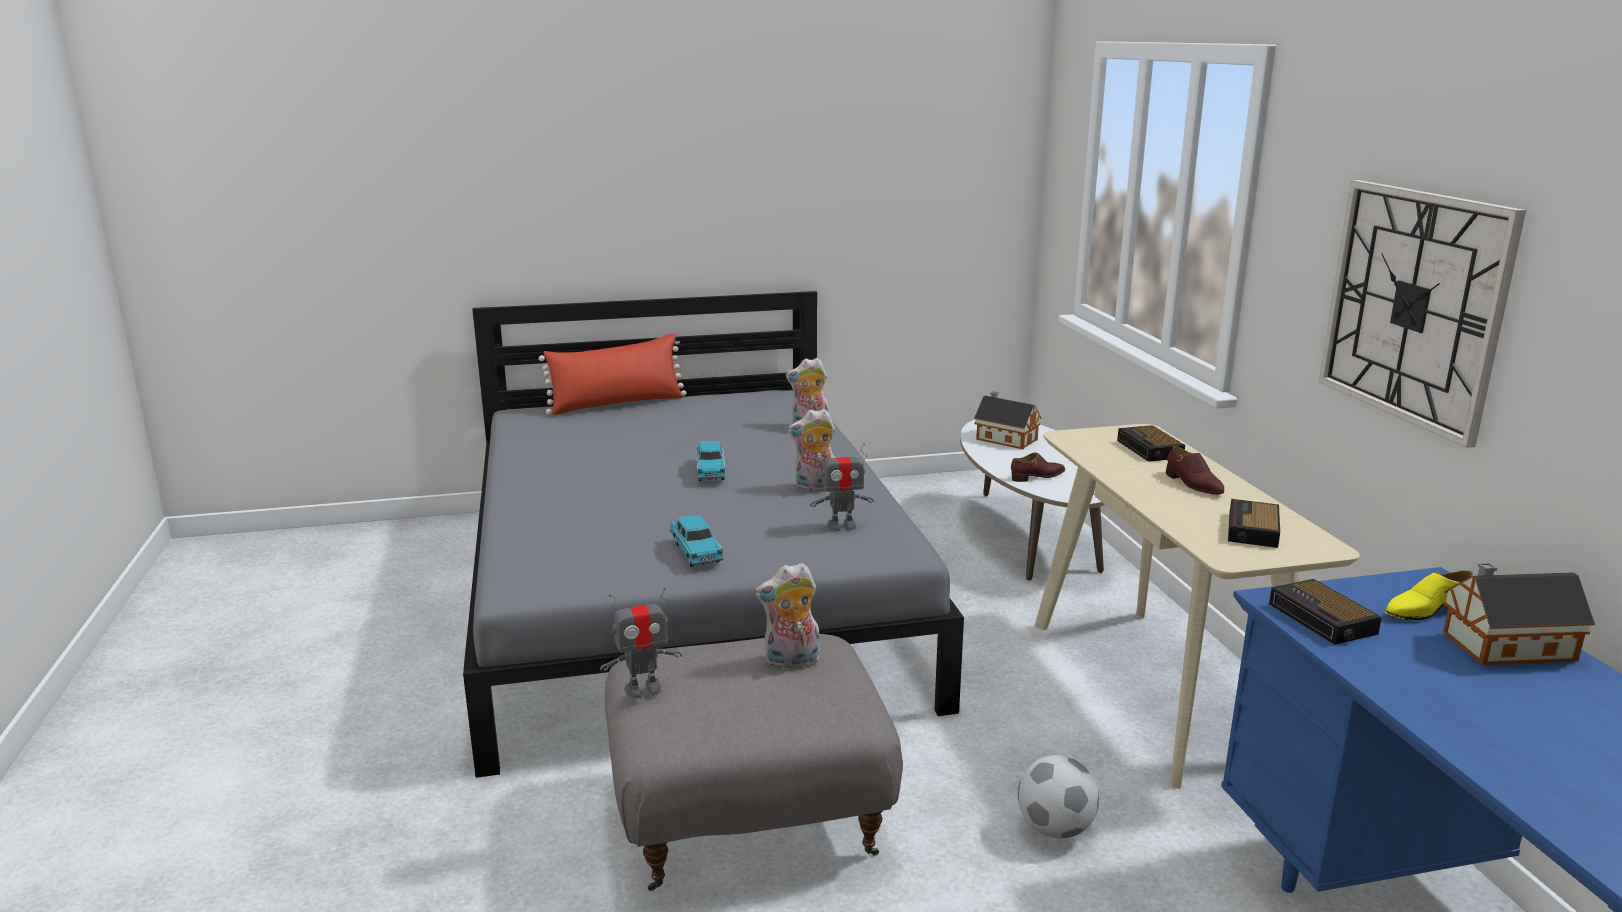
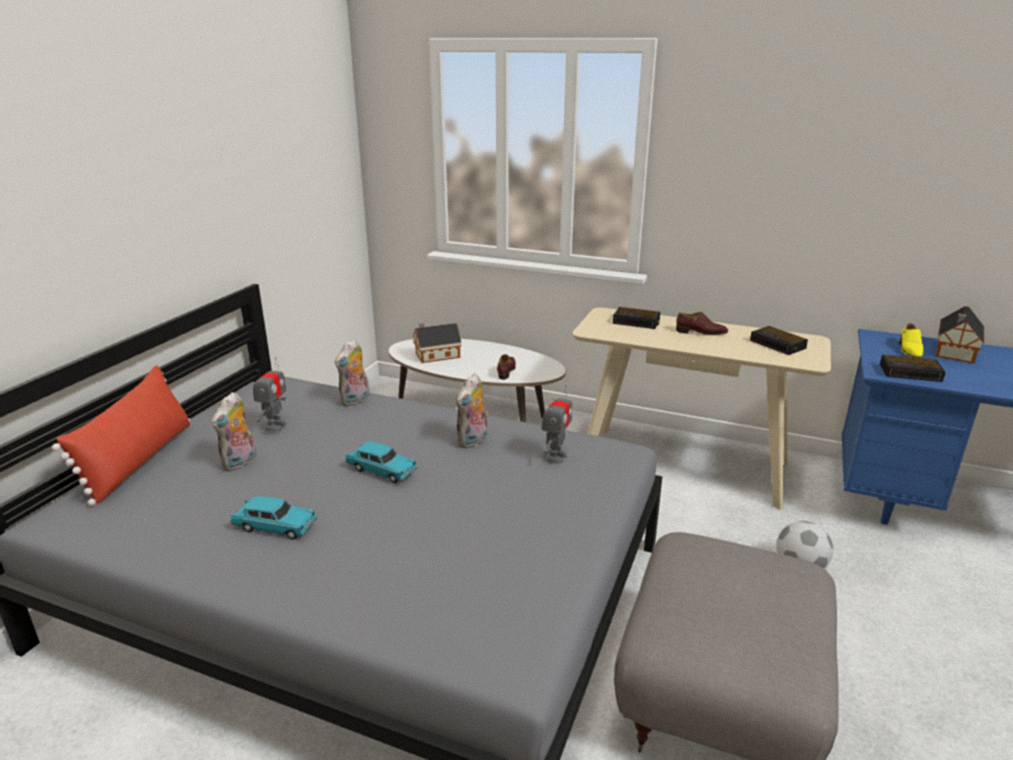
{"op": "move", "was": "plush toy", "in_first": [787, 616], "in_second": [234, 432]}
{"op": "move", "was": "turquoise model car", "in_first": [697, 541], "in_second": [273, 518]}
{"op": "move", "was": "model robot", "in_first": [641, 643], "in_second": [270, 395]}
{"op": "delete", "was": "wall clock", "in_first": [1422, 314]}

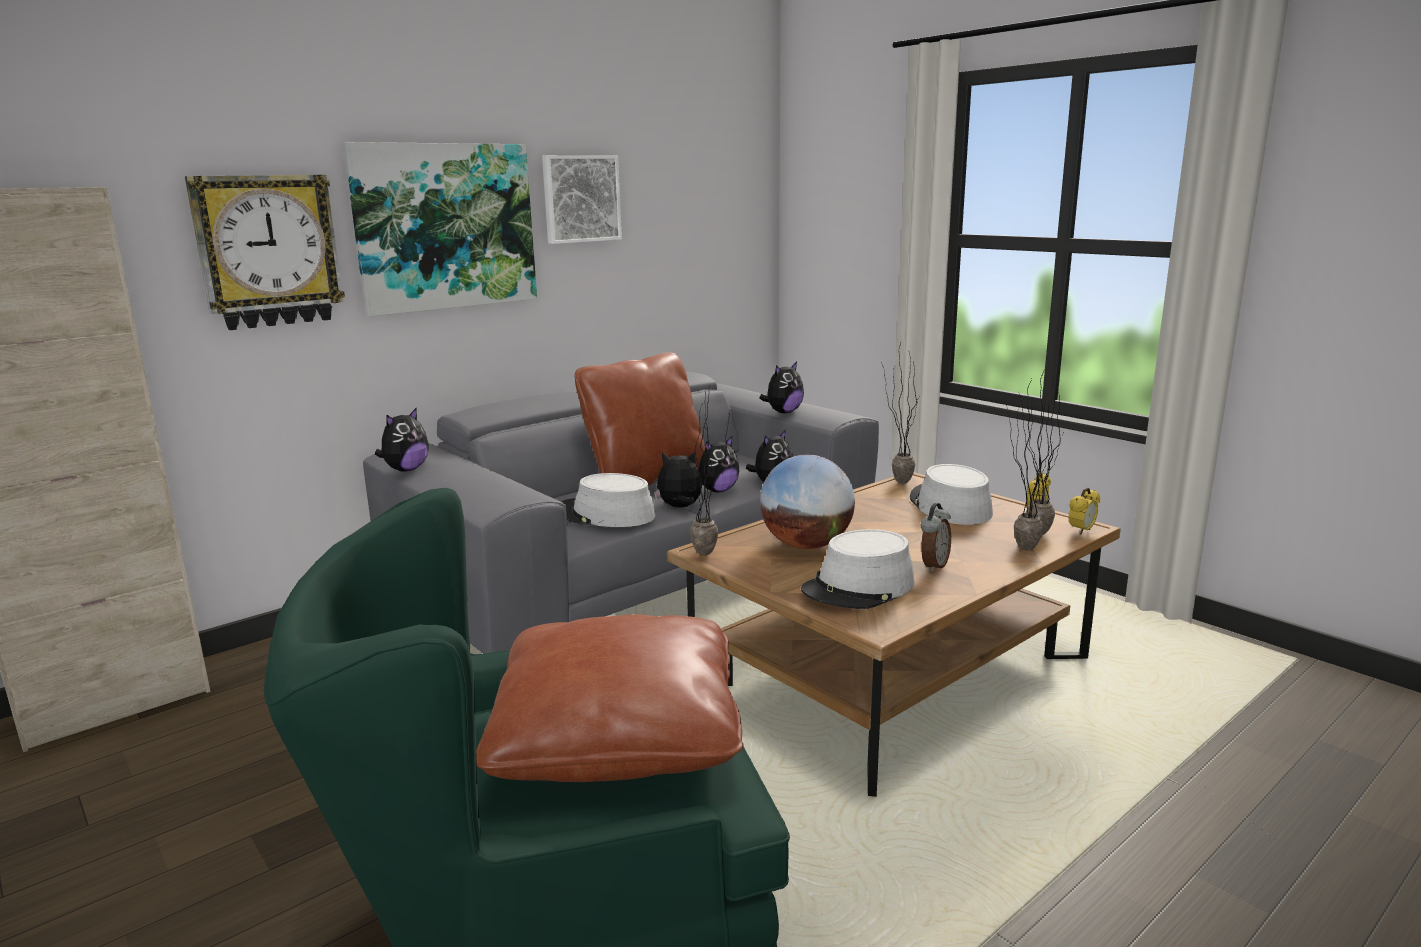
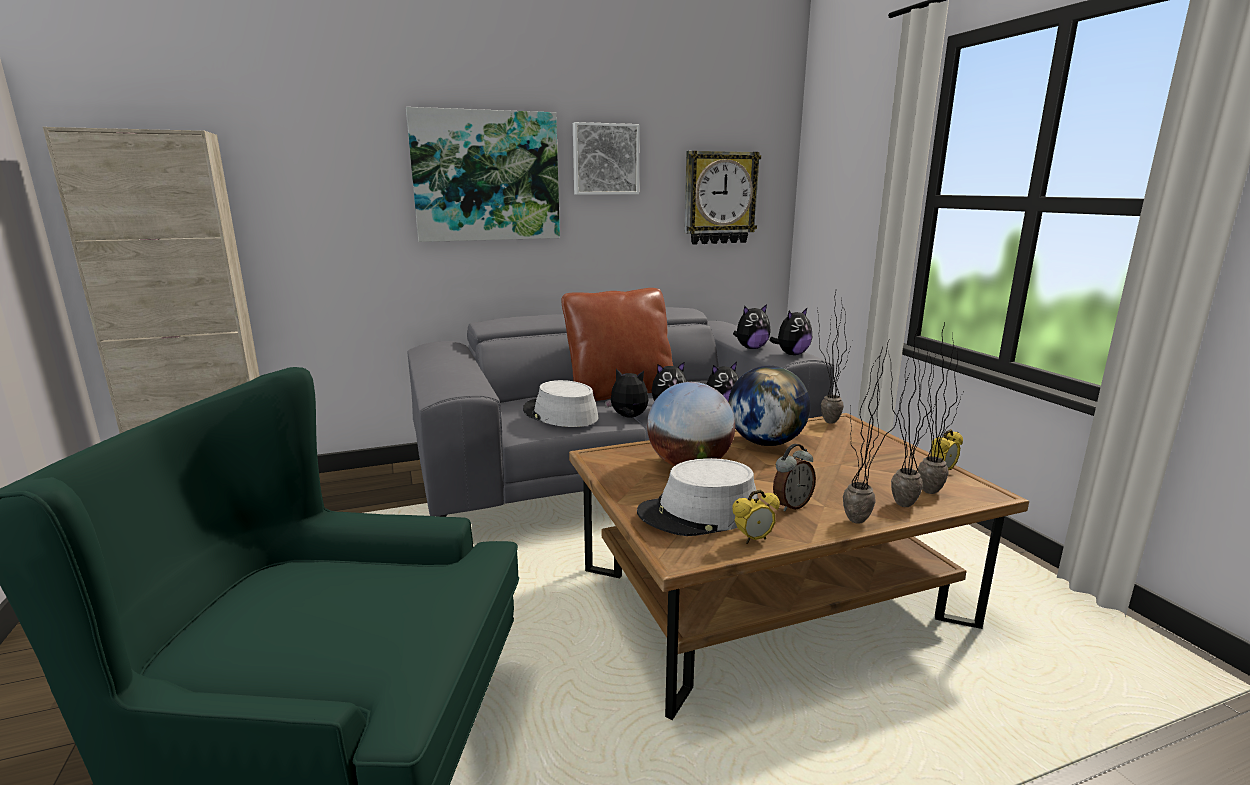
{"op": "move", "was": "wall clock", "in_first": [265, 252], "in_second": [722, 197]}
{"op": "insert", "now": "world globe", "in_second": [769, 406]}
{"op": "move", "was": "table clock", "in_first": [1084, 511], "in_second": [756, 517]}
{"op": "move", "was": "plush toy", "in_first": [402, 439], "in_second": [791, 331]}
{"op": "move", "was": "plant in a pot", "in_first": [707, 470], "in_second": [876, 431]}
{"op": "delete", "was": "brownish throw pillow", "in_first": [610, 698]}
{"op": "delete", "was": "grey hat", "in_first": [951, 494]}

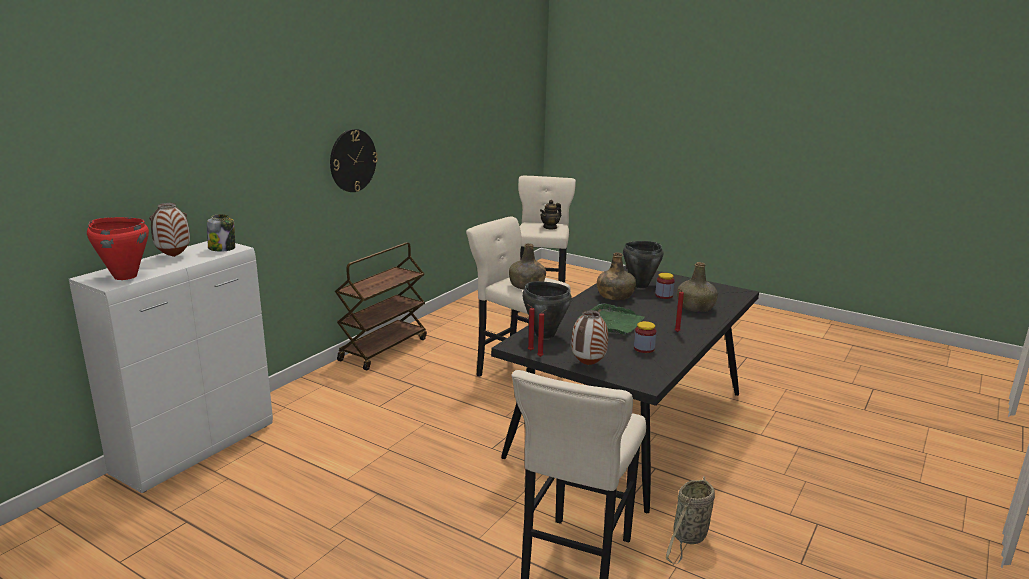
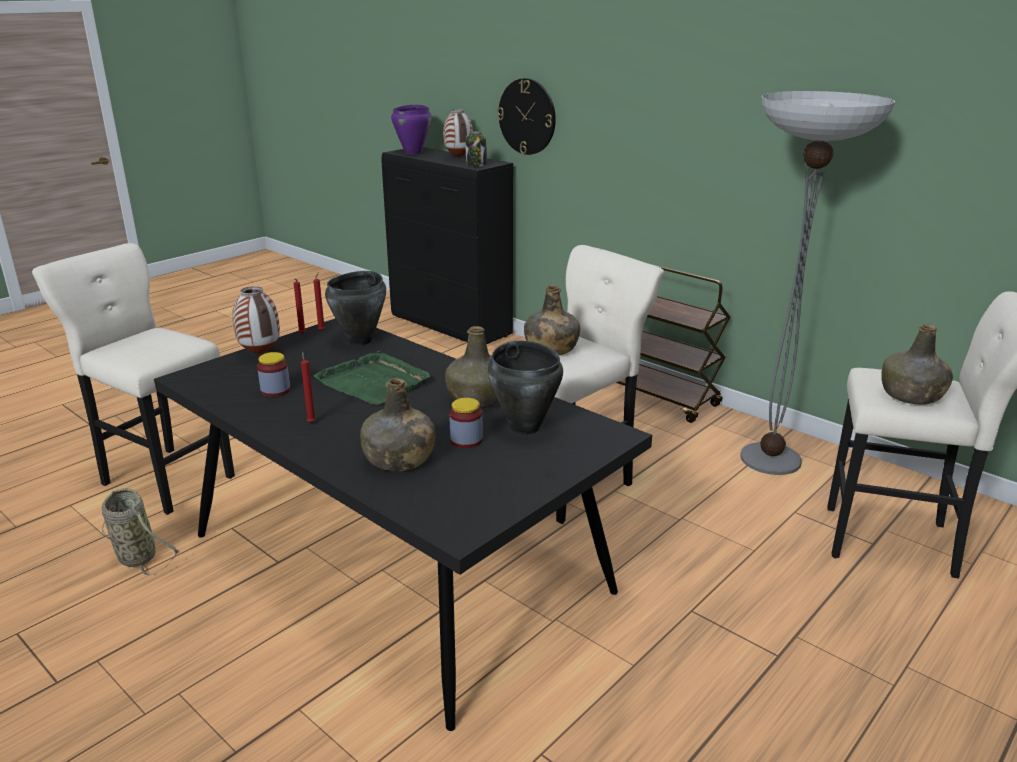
{"op": "recolor", "was": "white-coloured cabinet", "now": "blackish cabinet", "in_first": [171, 367], "in_second": [447, 245]}
{"op": "recolor", "was": "red-coloured stockpot", "now": "purplish stockpot", "in_first": [118, 248], "in_second": [411, 130]}
{"op": "move", "was": "wall clock", "in_first": [354, 160], "in_second": [526, 116]}
{"op": "insert", "now": "standard lamp", "in_second": [817, 283]}
{"op": "replace", "was": "pot for tea", "now": "greenish bottle", "in_first": [550, 215], "in_second": [917, 364]}

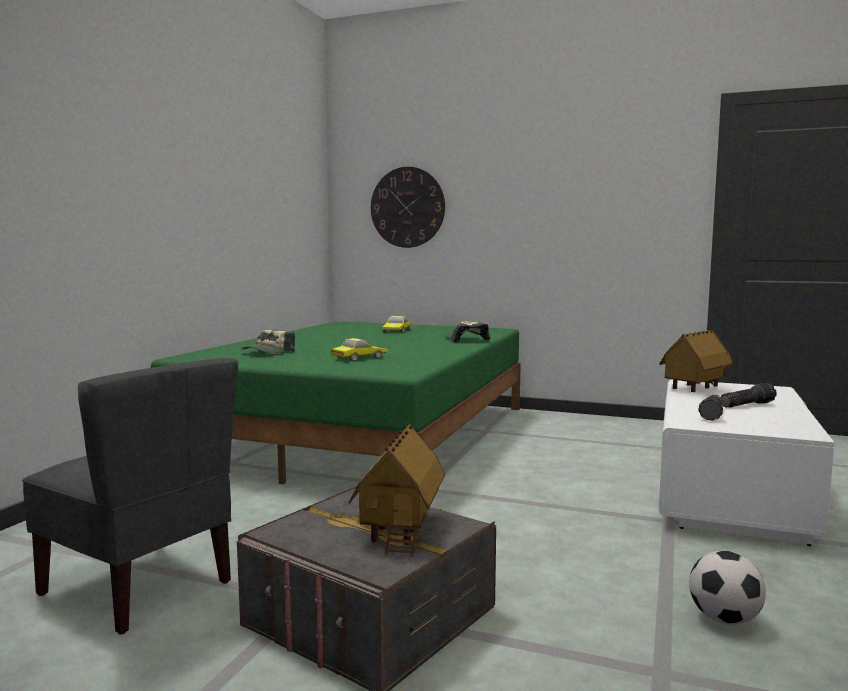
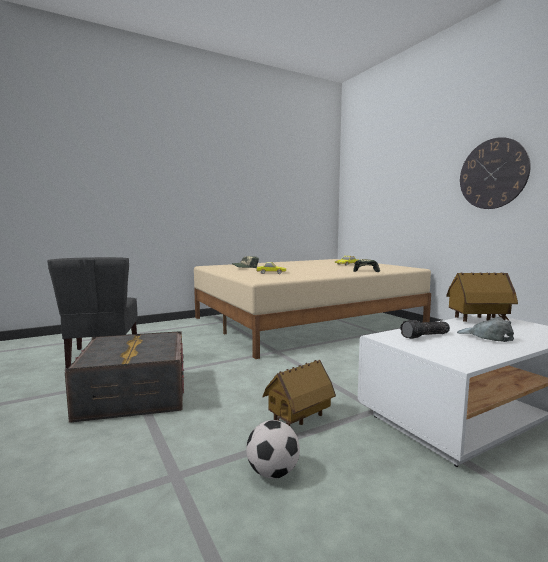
{"op": "recolor", "was": "greenish bedroom bed", "now": "beige bedroom bed", "in_first": [336, 402], "in_second": [312, 309]}
{"op": "move", "was": "model house", "in_first": [397, 490], "in_second": [299, 393]}
{"op": "replace", "was": "flashlight", "now": "grey baseball cap", "in_first": [749, 395], "in_second": [485, 329]}
{"op": "move", "was": "wall clock", "in_first": [408, 207], "in_second": [495, 173]}

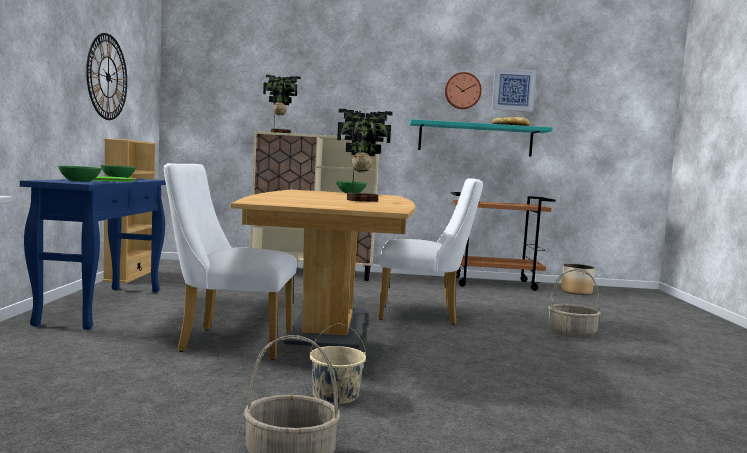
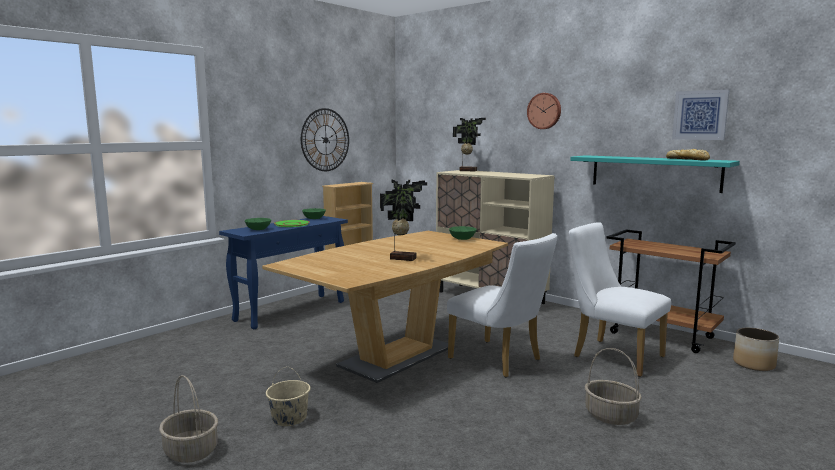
{"op": "move", "was": "wall clock", "in_first": [463, 90], "in_second": [544, 111]}
{"op": "move", "was": "white-coloured upright chair", "in_first": [230, 261], "in_second": [620, 299]}

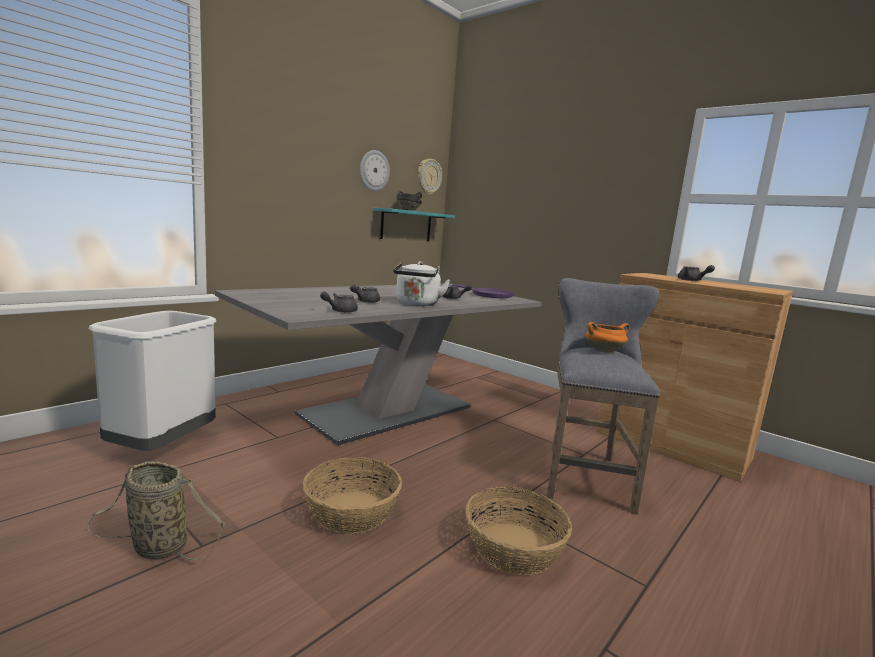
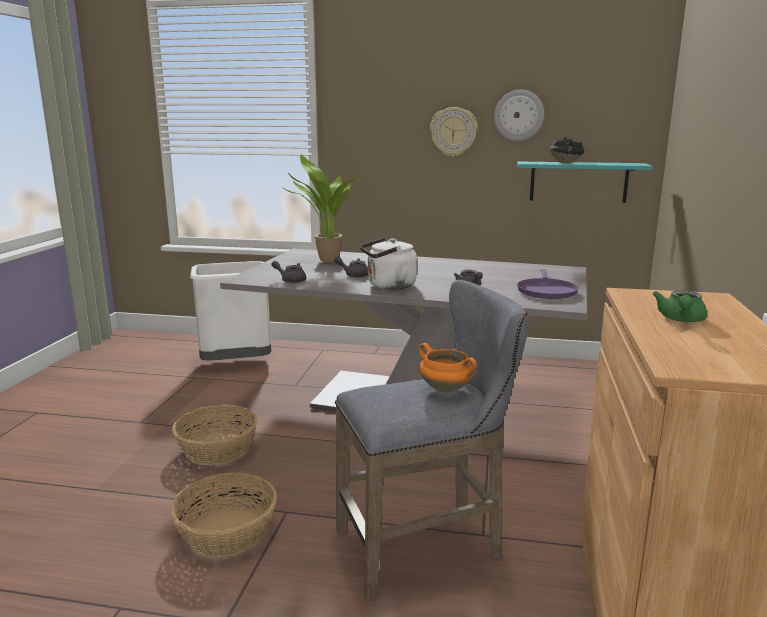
{"op": "insert", "now": "plant in a pot", "in_second": [321, 208]}
{"op": "move", "was": "wall clock", "in_first": [430, 177], "in_second": [454, 132]}
{"op": "recolor", "was": "grey pot for tea", "now": "greenish pot for tea", "in_first": [696, 273], "in_second": [680, 306]}
{"op": "delete", "was": "household basket", "in_first": [156, 511]}

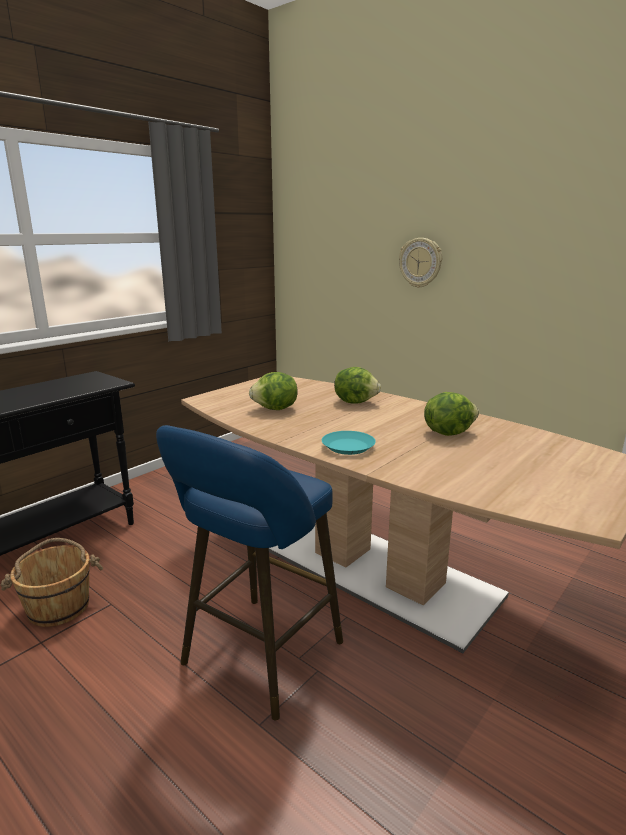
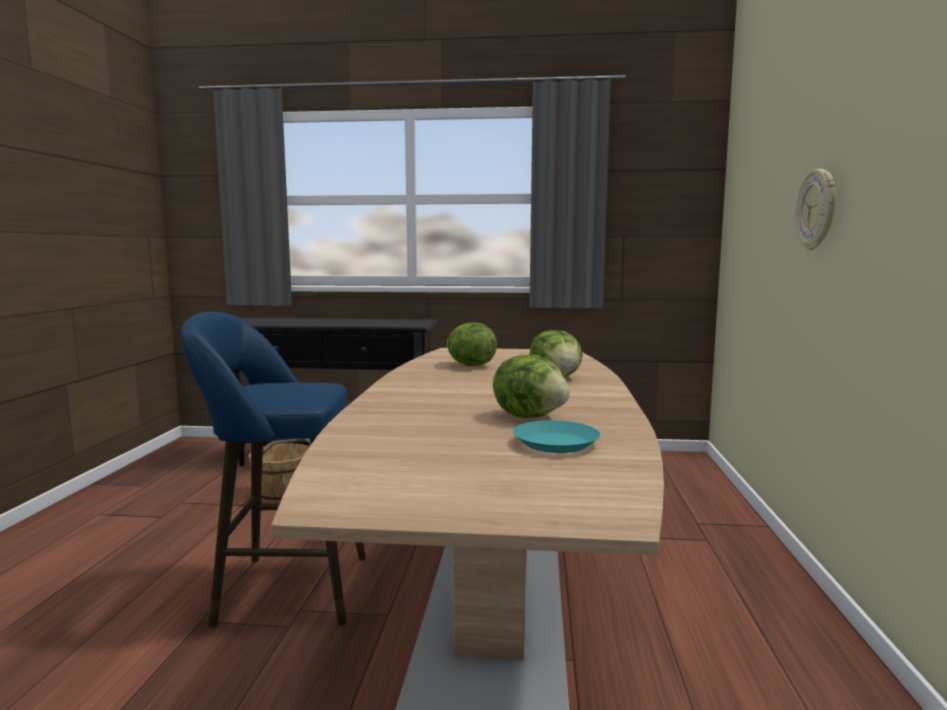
{"op": "move", "was": "turquoise flat dish", "in_first": [349, 443], "in_second": [557, 436]}

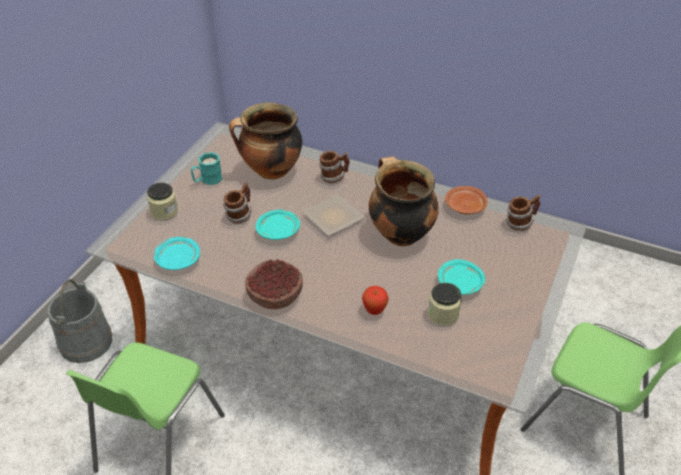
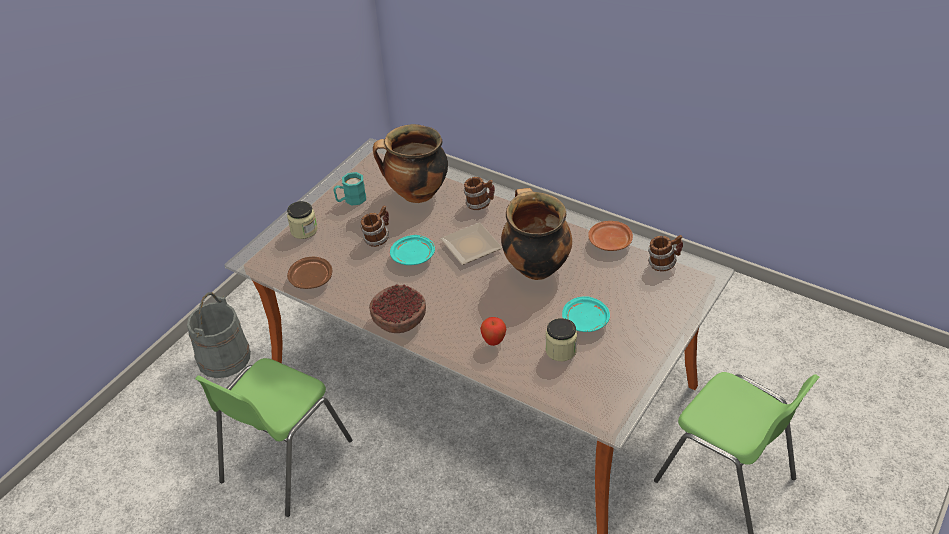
{"op": "recolor", "was": "turquoise flat dish", "now": "brownish flat dish", "in_first": [177, 253], "in_second": [309, 273]}

